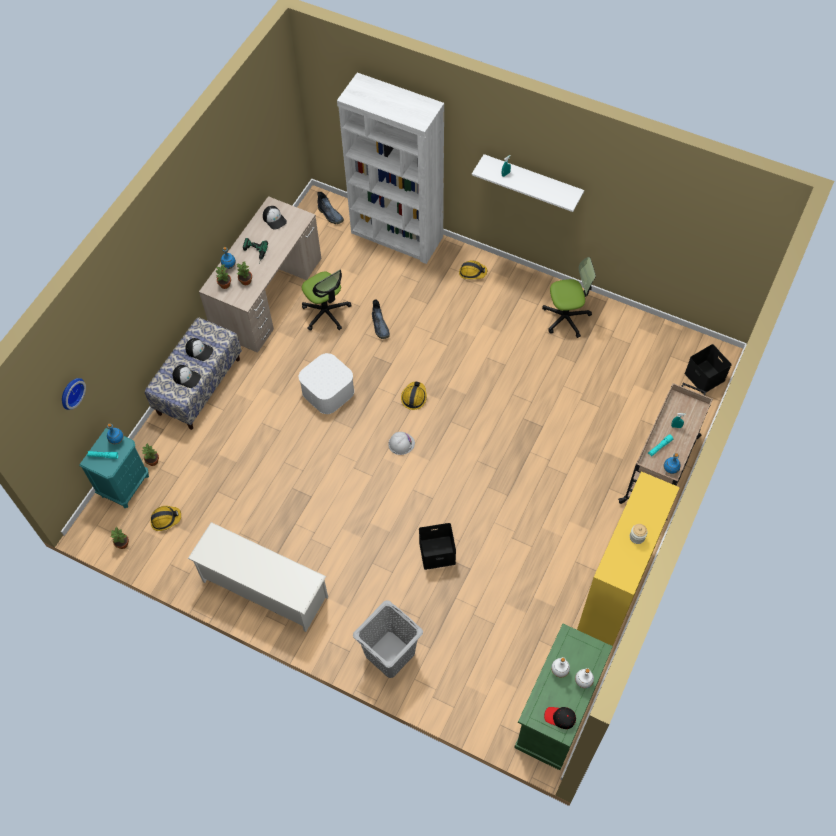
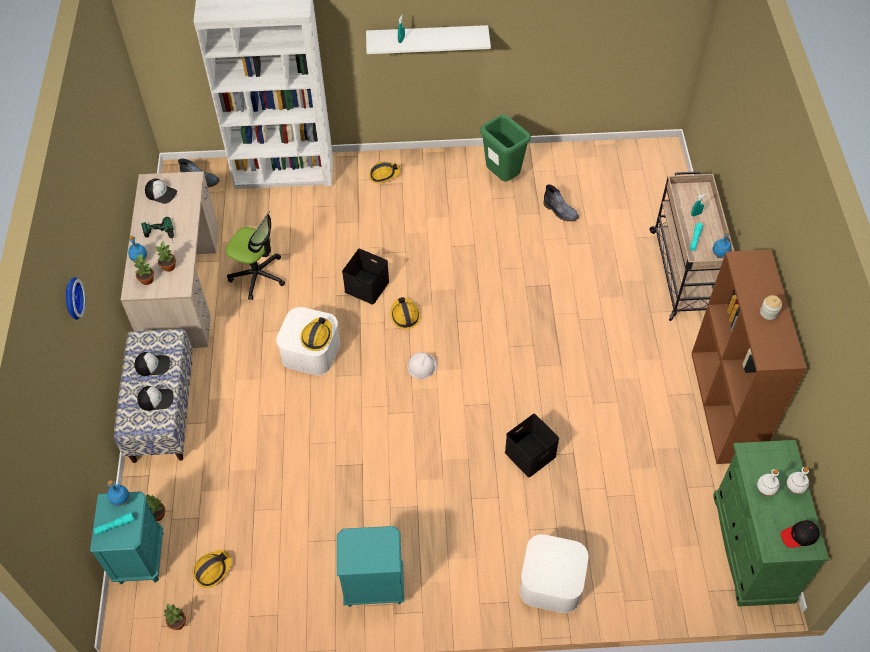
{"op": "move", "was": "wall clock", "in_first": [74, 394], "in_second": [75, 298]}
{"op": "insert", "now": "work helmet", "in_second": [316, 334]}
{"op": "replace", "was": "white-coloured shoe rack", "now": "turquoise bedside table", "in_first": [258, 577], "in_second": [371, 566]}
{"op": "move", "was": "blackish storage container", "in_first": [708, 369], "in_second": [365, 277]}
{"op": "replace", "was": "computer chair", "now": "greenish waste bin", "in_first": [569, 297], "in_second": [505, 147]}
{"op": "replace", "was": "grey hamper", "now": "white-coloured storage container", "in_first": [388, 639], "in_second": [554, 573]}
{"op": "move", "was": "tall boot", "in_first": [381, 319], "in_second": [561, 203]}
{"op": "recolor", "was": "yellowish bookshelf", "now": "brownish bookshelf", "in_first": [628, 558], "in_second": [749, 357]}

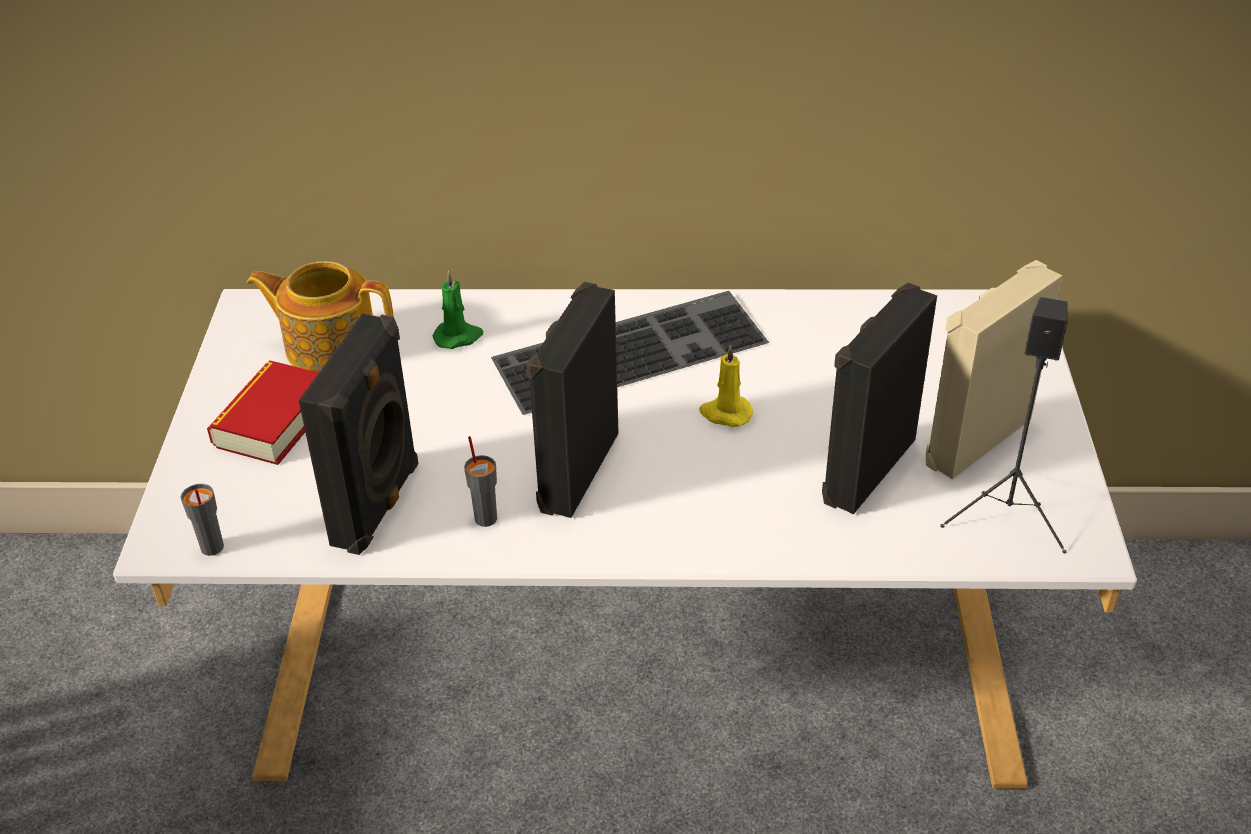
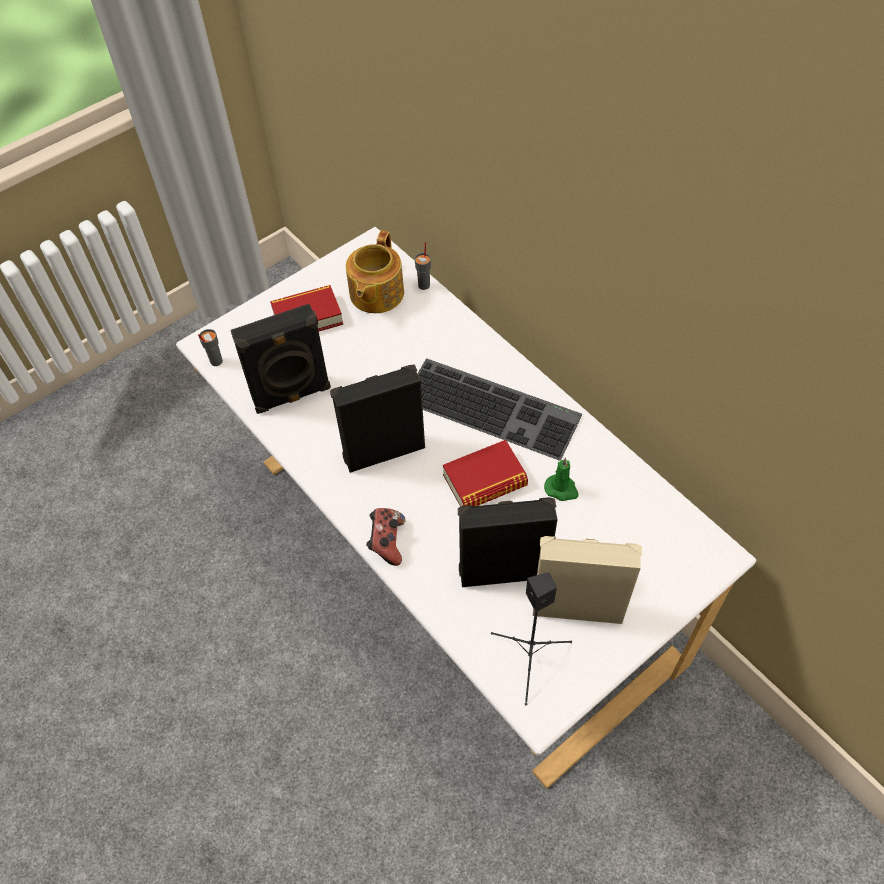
{"op": "rotate", "was": "pot for tea", "in_first": [320, 316], "in_second": [375, 272], "clockwise": -135}
{"op": "insert", "now": "joypad", "in_second": [385, 537]}
{"op": "move", "was": "grey small cup", "in_first": [480, 481], "in_second": [422, 266]}
{"op": "replace", "was": "yellowish wax candle", "now": "book", "in_first": [726, 385], "in_second": [485, 473]}
{"op": "move", "was": "greenish wax candle", "in_first": [458, 309], "in_second": [561, 479]}

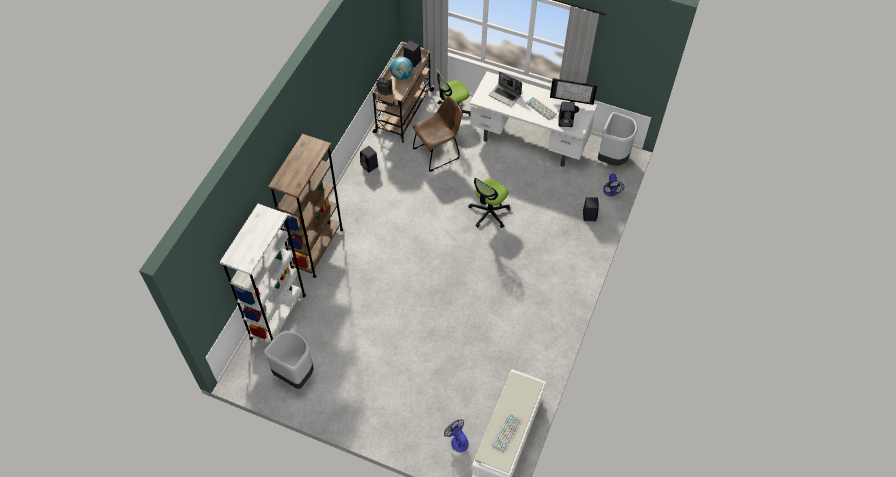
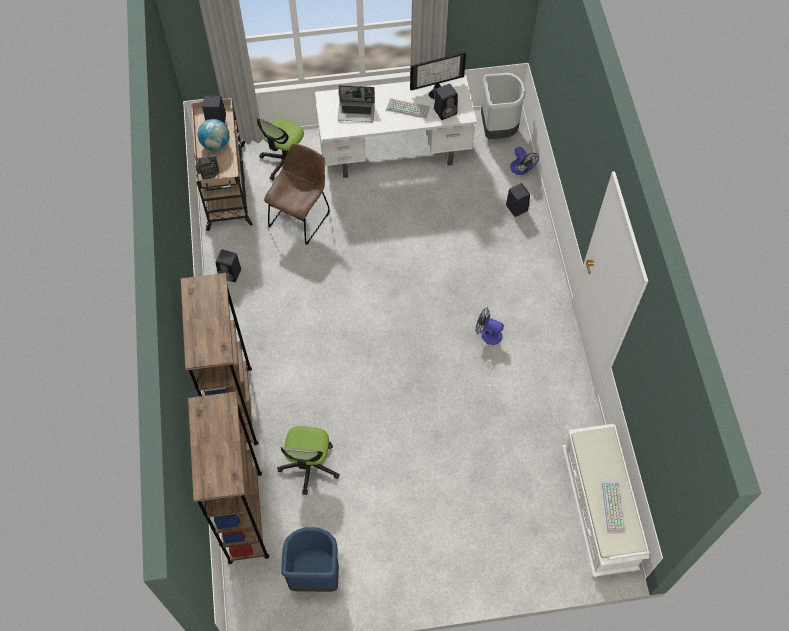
{"op": "recolor", "was": "white-coloured bookshelf", "now": "brownish bookshelf", "in_first": [263, 274], "in_second": [228, 478]}
{"op": "move", "was": "computer chair", "in_first": [489, 202], "in_second": [308, 460]}
{"op": "recolor", "was": "grey waste bin", "now": "blue-coloured waste bin", "in_first": [288, 360], "in_second": [310, 559]}
{"op": "move", "was": "fan", "in_first": [456, 435], "in_second": [489, 326]}

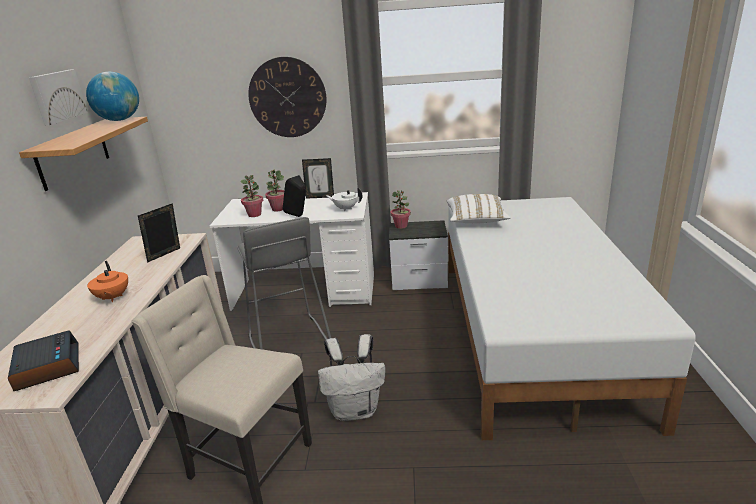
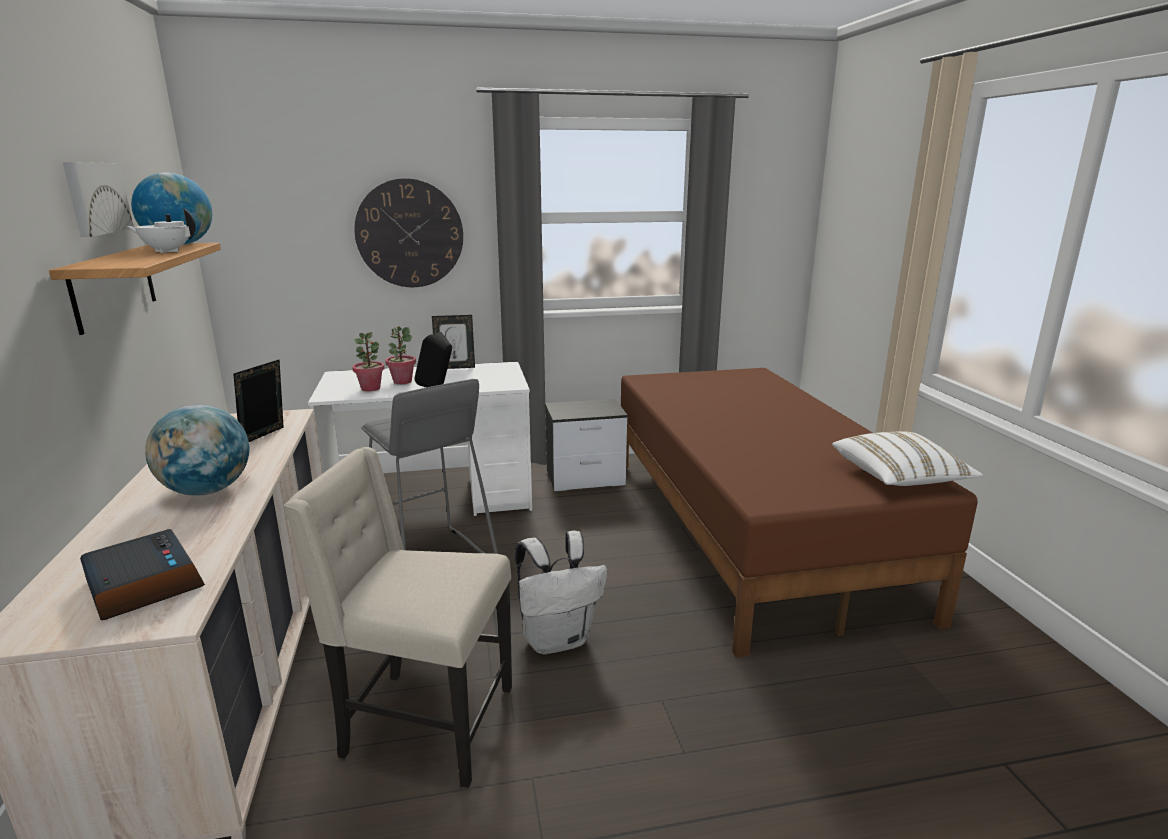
{"op": "move", "was": "white-coloured pot for tea", "in_first": [344, 199], "in_second": [161, 230]}
{"op": "replace", "was": "orangey pot for tea", "now": "world globe", "in_first": [107, 281], "in_second": [197, 450]}
{"op": "recolor", "was": "white-coloured bedroom bed", "now": "brownish bedroom bed", "in_first": [572, 318], "in_second": [799, 513]}
{"op": "move", "was": "white-coloured throw pillow", "in_first": [479, 209], "in_second": [907, 458]}
{"op": "delete", "was": "plant in a pot", "in_first": [401, 209]}

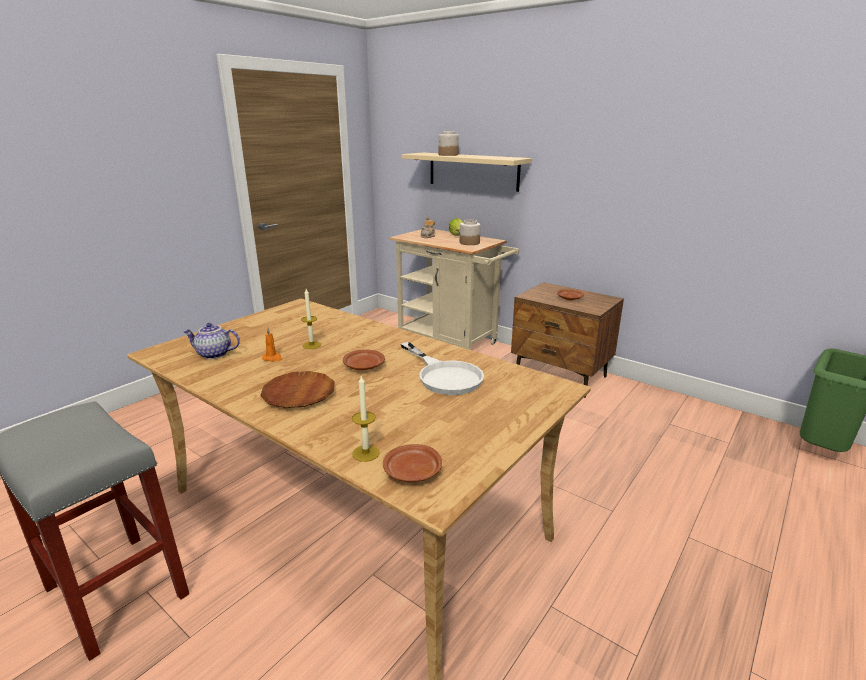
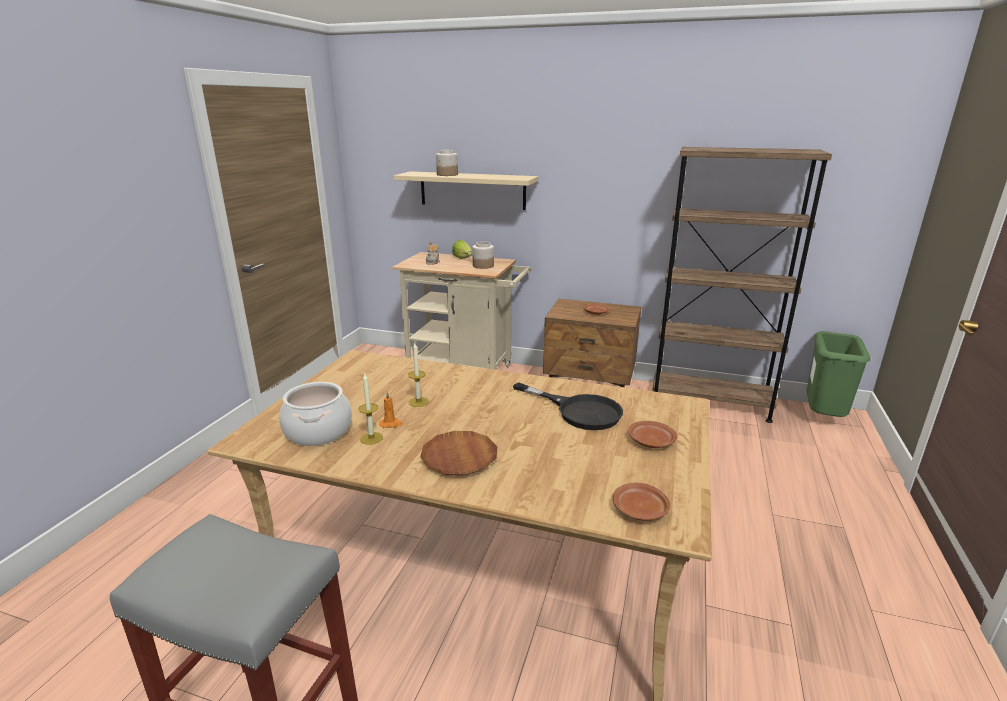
{"op": "replace", "was": "pot for tea", "now": "stockpot", "in_first": [211, 341], "in_second": [315, 414]}
{"op": "move", "was": "wax candle", "in_first": [366, 419], "in_second": [370, 408]}
{"op": "recolor", "was": "white-coloured skillet", "now": "blackish skillet", "in_first": [442, 368], "in_second": [568, 406]}
{"op": "move", "was": "brownish flat dish", "in_first": [364, 359], "in_second": [652, 434]}
{"op": "insert", "now": "brownish bookshelf", "in_second": [742, 285]}

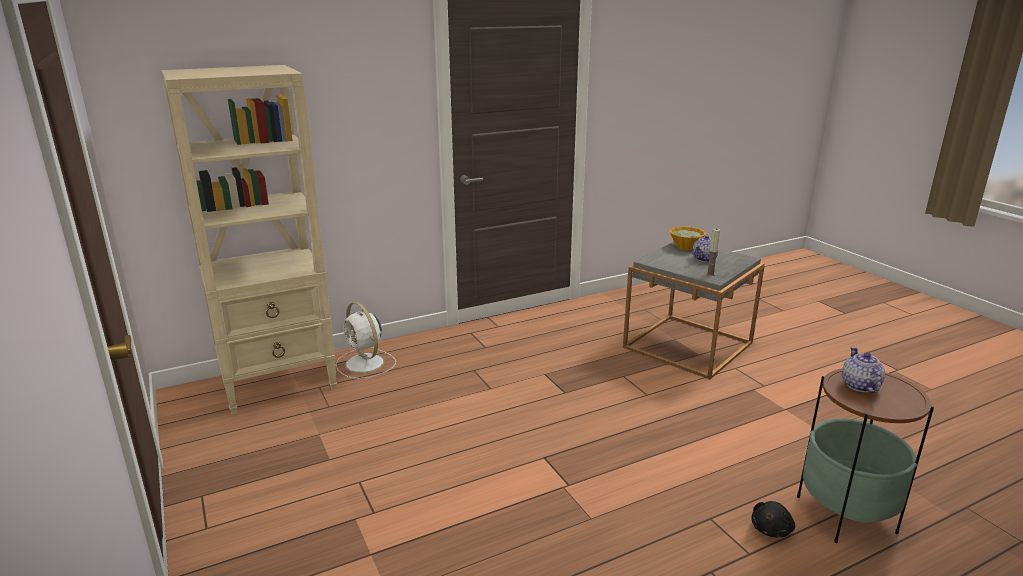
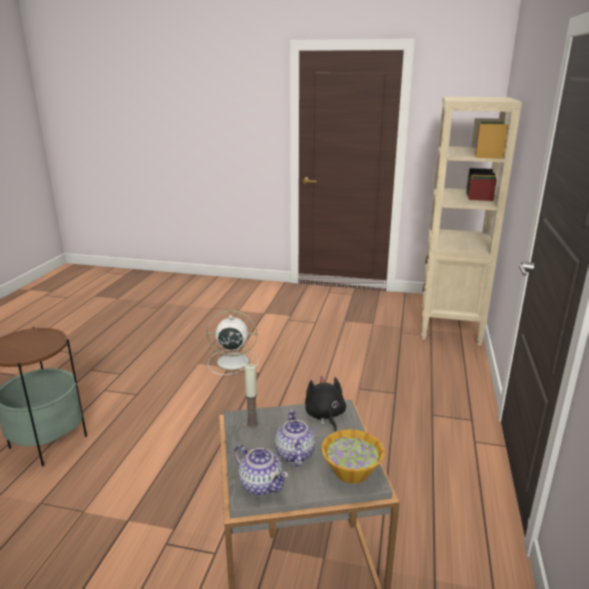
{"op": "move", "was": "white-coloured fan", "in_first": [366, 340], "in_second": [232, 342]}
{"op": "move", "was": "pot for tea", "in_first": [863, 369], "in_second": [261, 470]}
{"op": "move", "was": "blackish plush toy", "in_first": [773, 519], "in_second": [325, 404]}

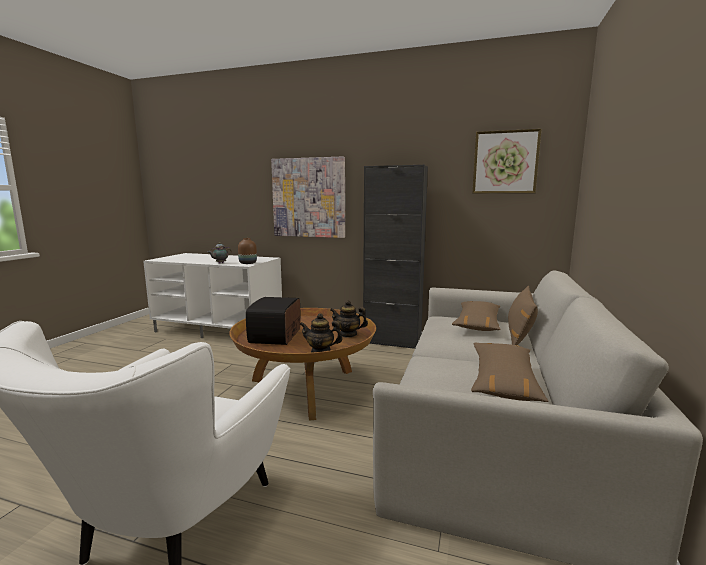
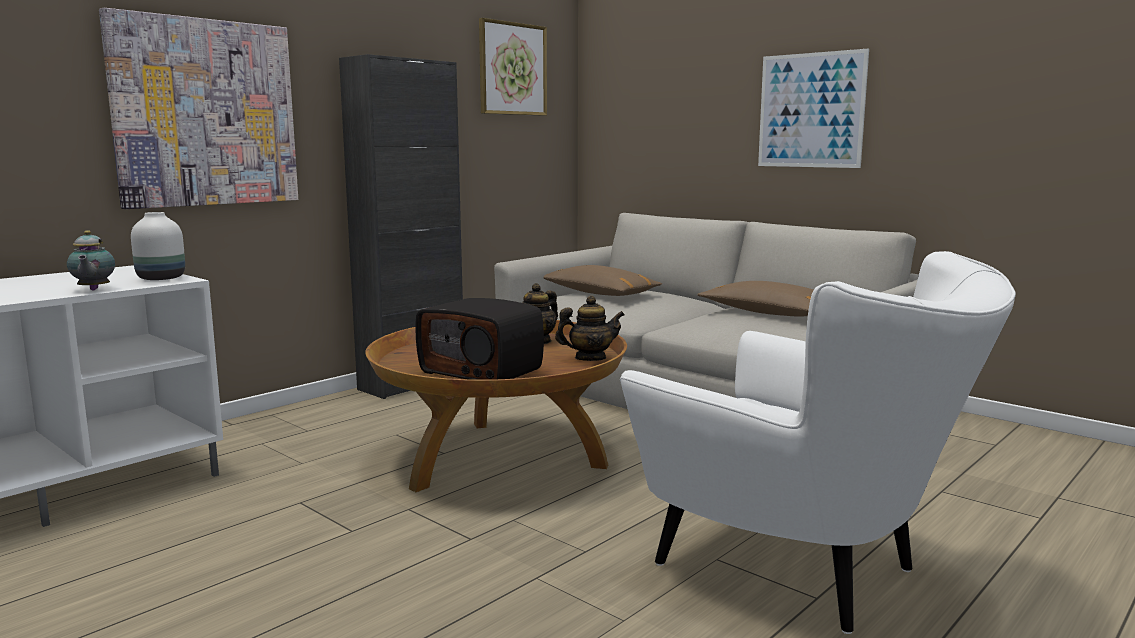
{"op": "recolor", "was": "brownish decorative vase", "now": "white-coloured decorative vase", "in_first": [247, 251], "in_second": [158, 246]}
{"op": "rotate", "was": "pot for tea", "in_first": [321, 333], "in_second": [590, 328], "clockwise": -135}
{"op": "insert", "now": "wall art", "in_second": [813, 108]}
{"op": "delete", "was": "brownish throw pillow", "in_first": [523, 315]}

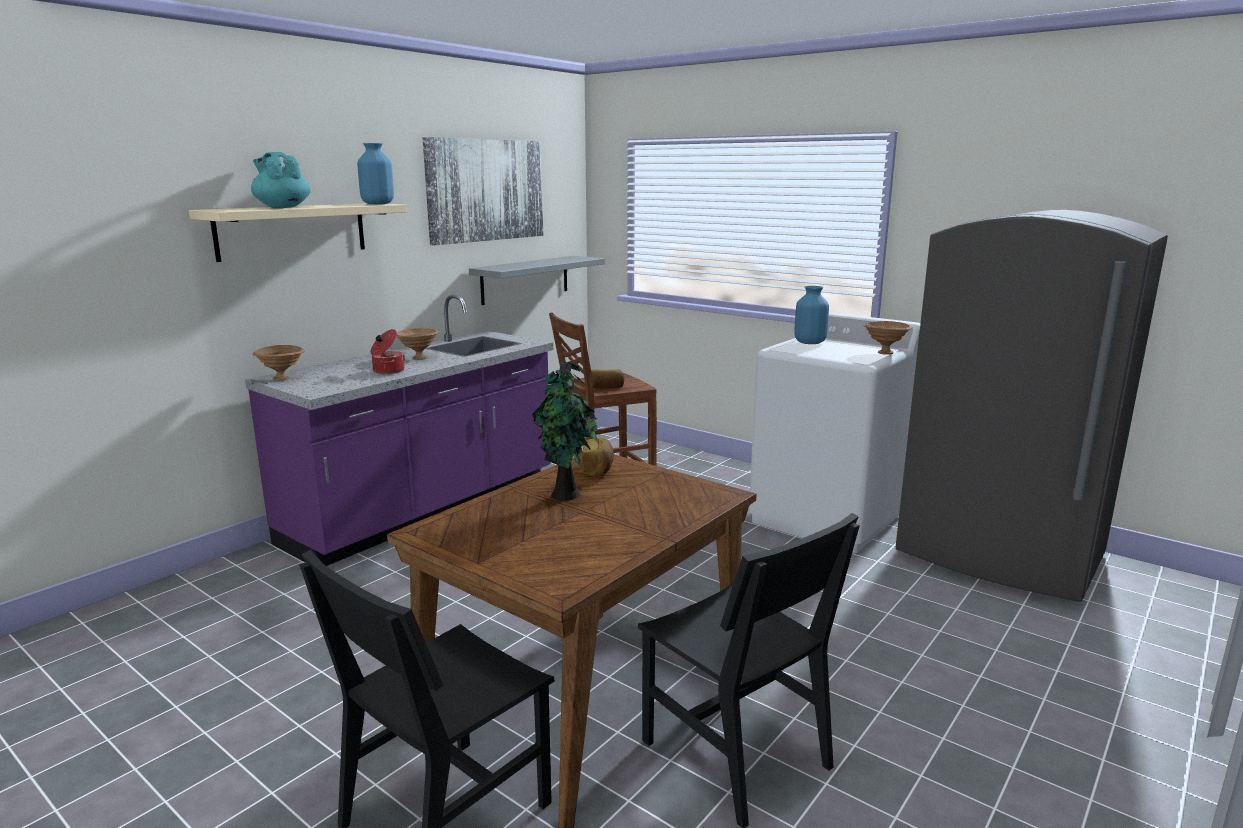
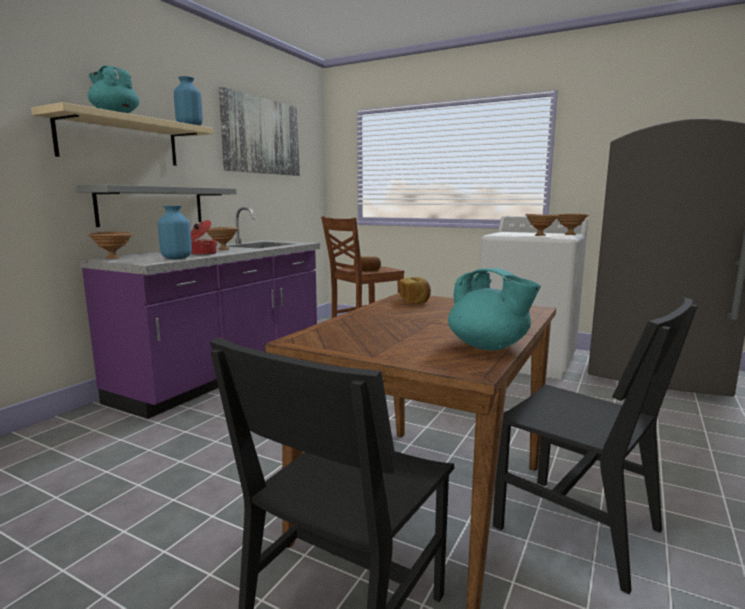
{"op": "move", "was": "grey shelf", "in_first": [537, 280], "in_second": [156, 206]}
{"op": "move", "was": "blue-coloured decorative vase", "in_first": [811, 315], "in_second": [175, 232]}
{"op": "insert", "now": "turquoise pot for tea", "in_second": [494, 309]}
{"op": "insert", "now": "brownish bowl", "in_second": [542, 225]}
{"op": "delete", "was": "plant in a pot", "in_first": [565, 431]}

